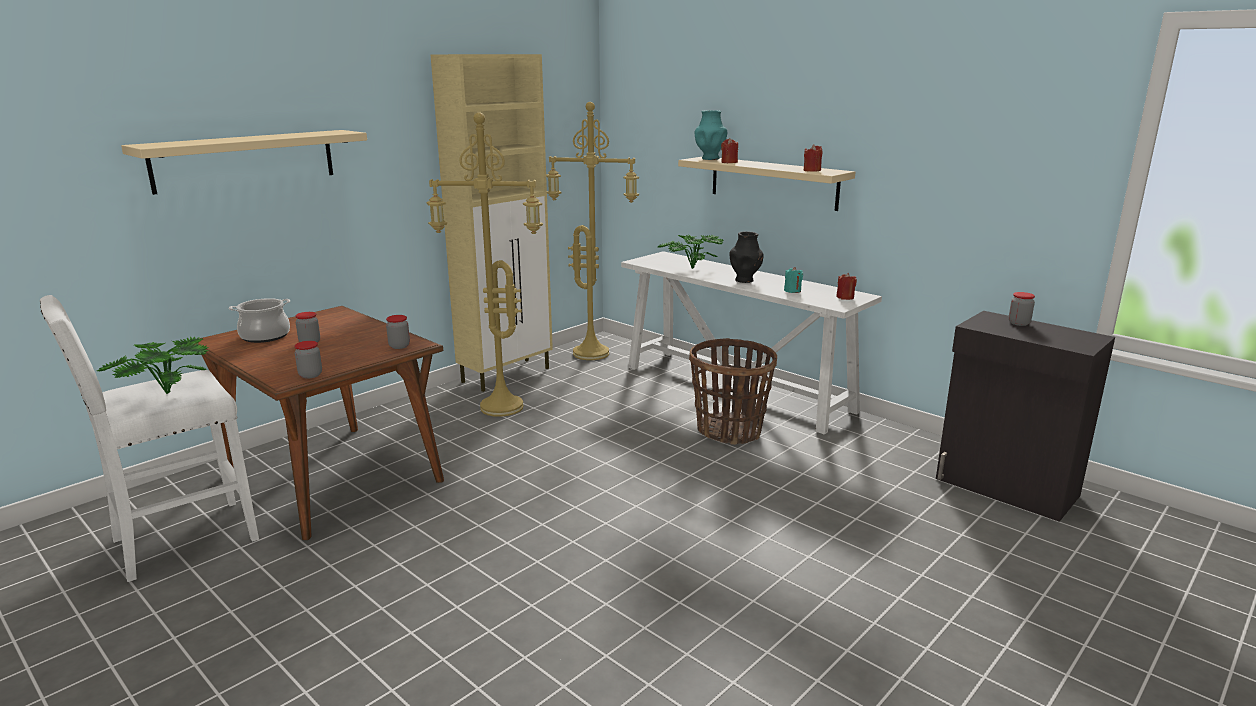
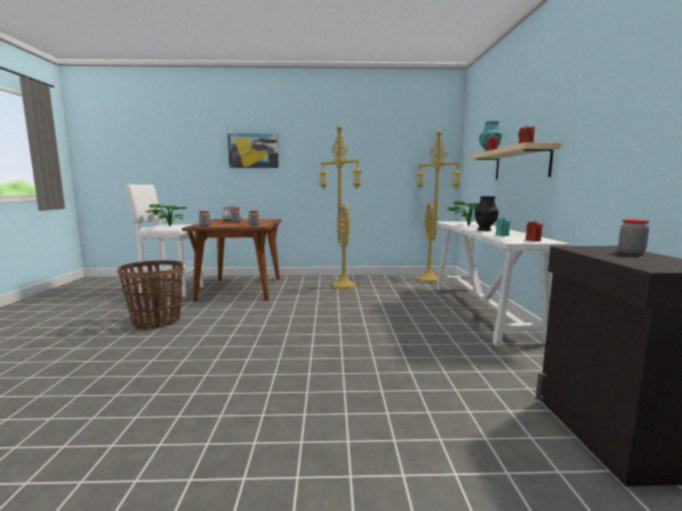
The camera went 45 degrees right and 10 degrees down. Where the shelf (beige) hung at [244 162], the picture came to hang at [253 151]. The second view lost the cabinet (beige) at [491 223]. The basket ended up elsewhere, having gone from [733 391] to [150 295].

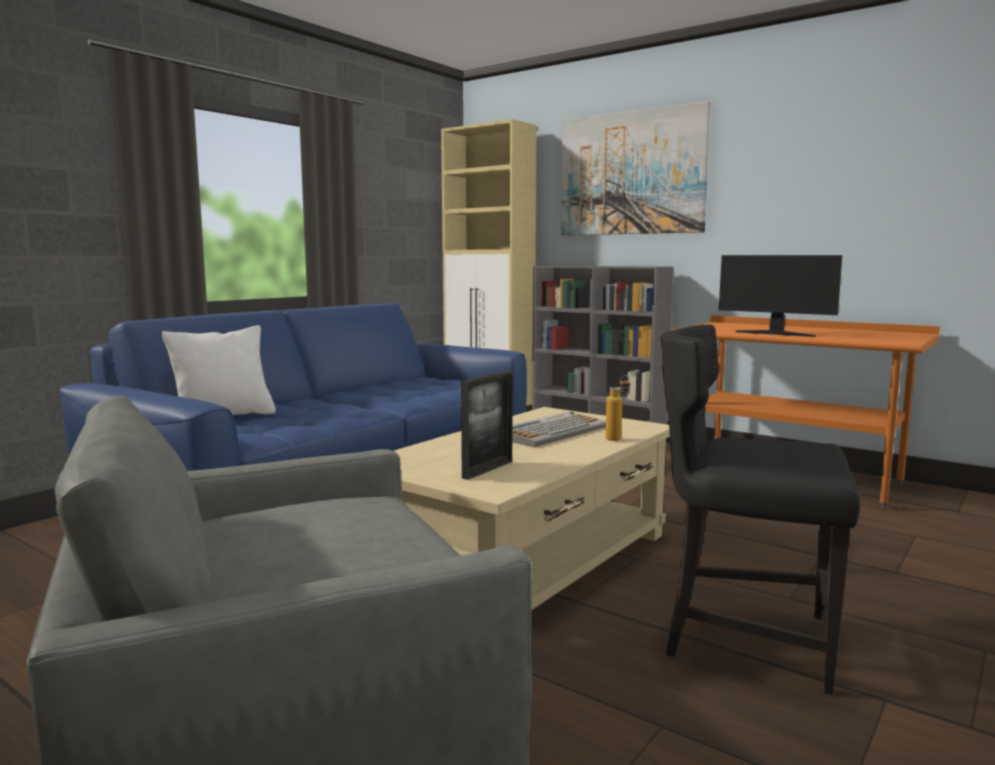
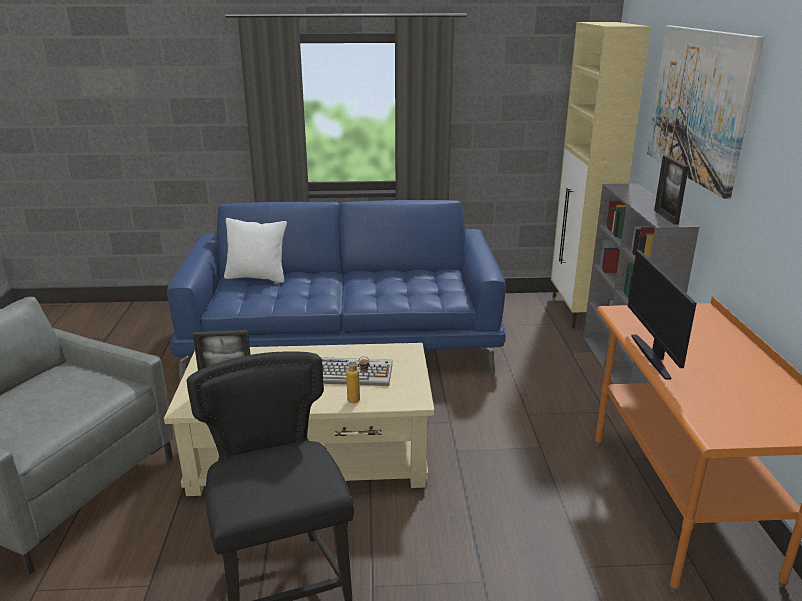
The camera went 50 degrees right and 15 degrees up. The second view gained the picture frame at [671 190].

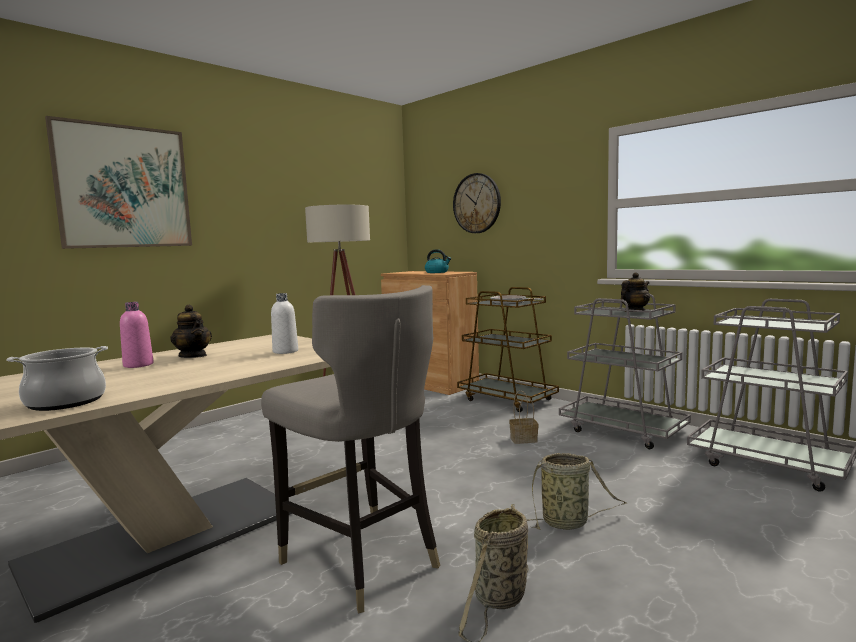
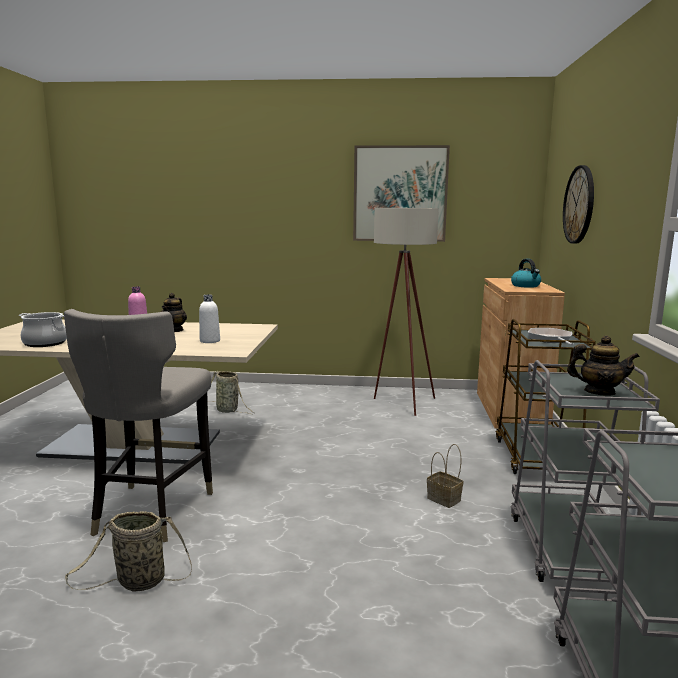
The camera went 50 degrees right and 5 degrees up. The picture ended up elsewhere, having gone from [118 182] to [401 193]. The basket ended up elsewhere, having gone from [577 491] to [231 392].

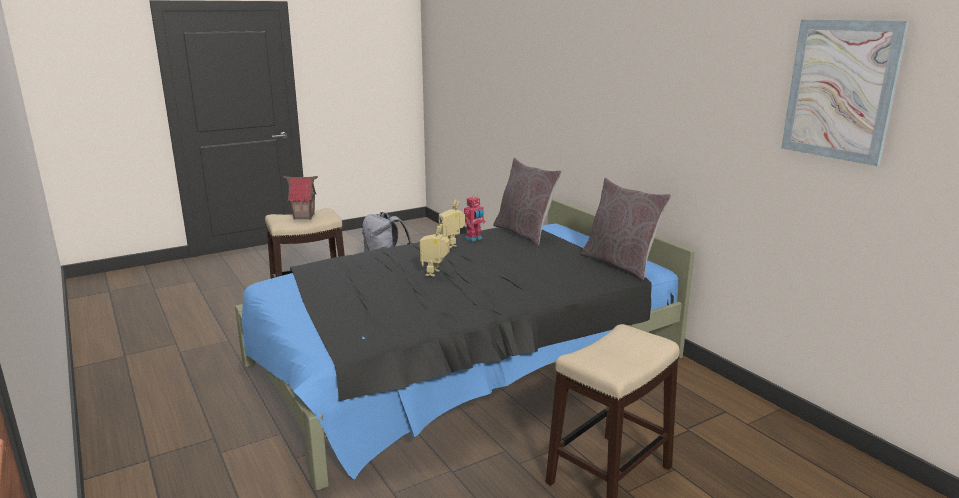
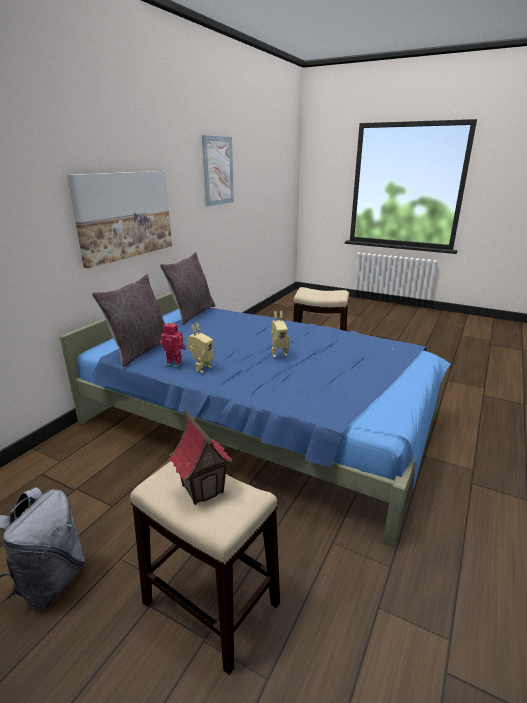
The camera went 120 degrees left and 5 degrees up. What was the bed (black) at [465 344] turned into the bed (blue) at [255 419]. The second view gained the picture at [119 219].

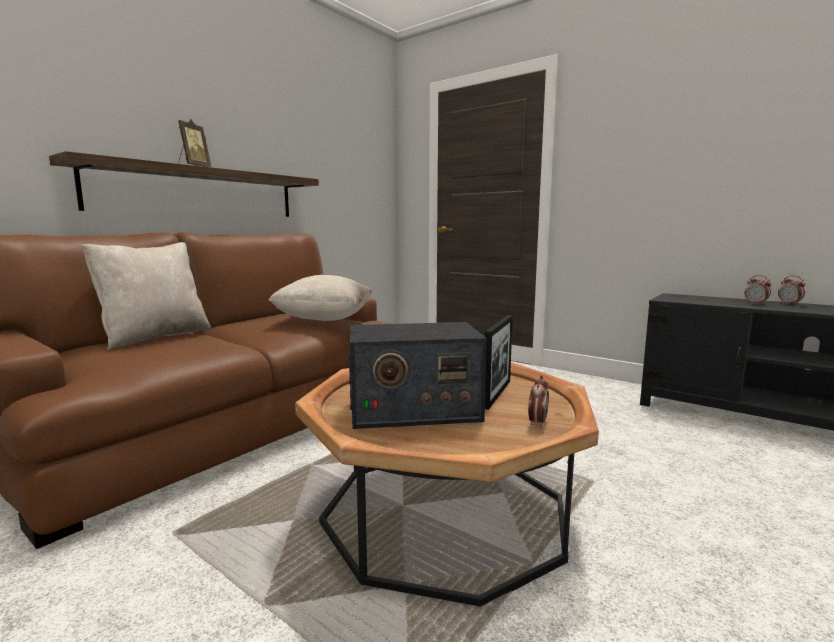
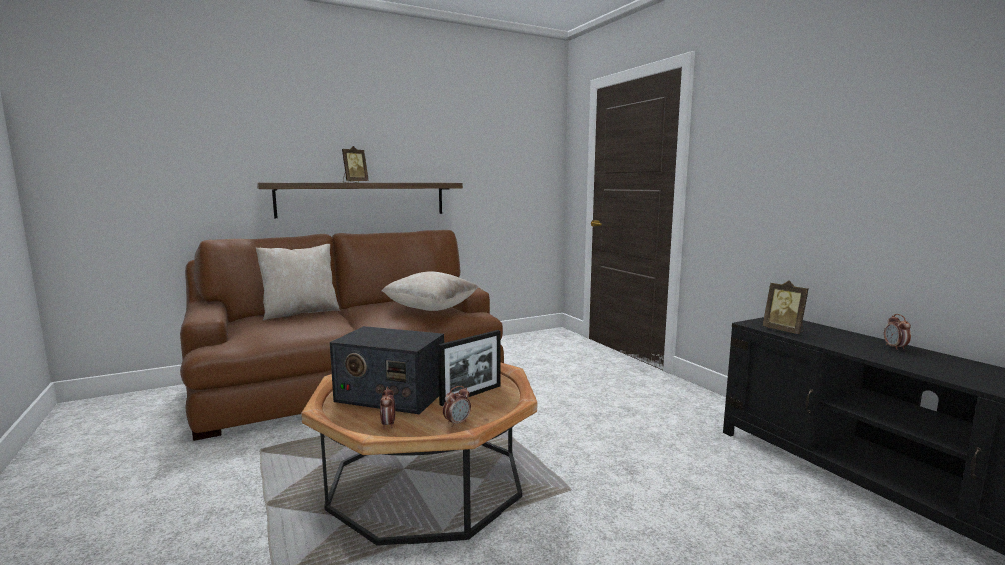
The camera went 25 degrees right and 0 degrees up. The alarm clock ended up elsewhere, having gone from [758 290] to [387 407]. The second view gained the picture frame at [785 307].

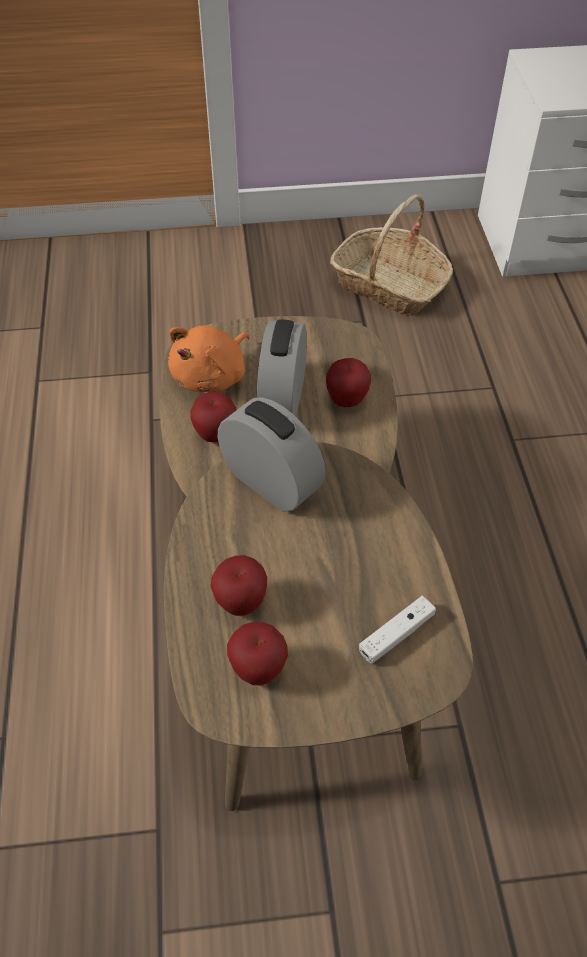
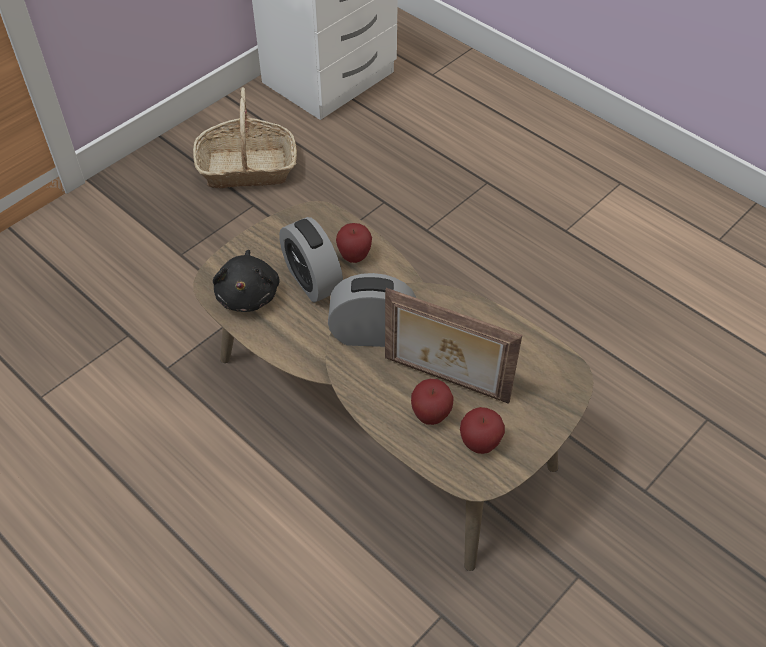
The camera went 40 degrees left and 0 degrees up. What was the plush toy (orange) at [209 358] turned into the plush toy (black) at [246 281]. The second view lost the apple at [213 416]. The second view lost the game controller (white) at [397 630]. The second view gained the picture frame at [453 346].

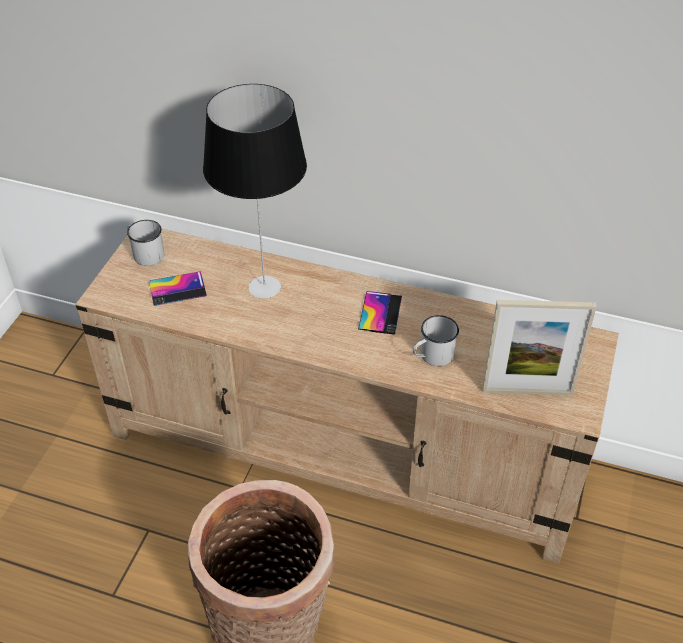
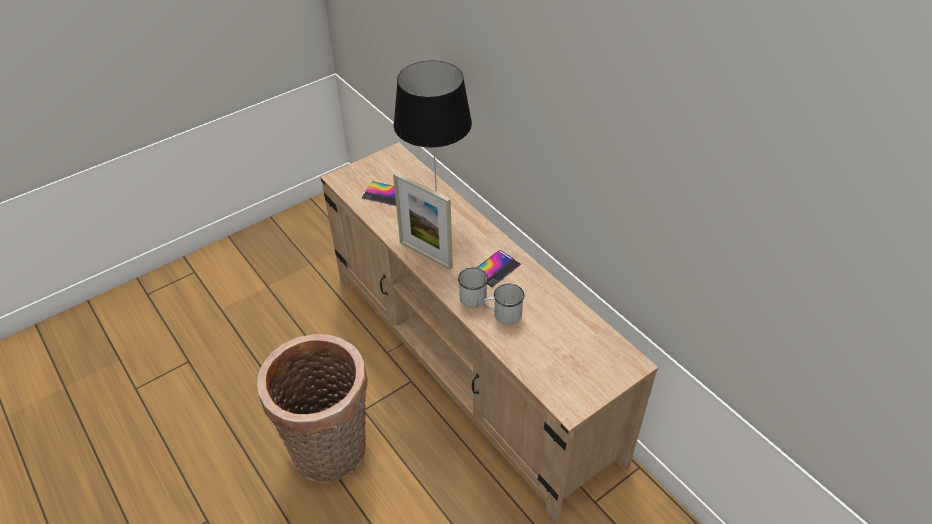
The camera went 35 degrees right and 0 degrees up. The mug (white) ended up elsewhere, having gone from [145 243] to [473 287]. The picture frame ended up elsewhere, having gone from [540 347] to [423 221].

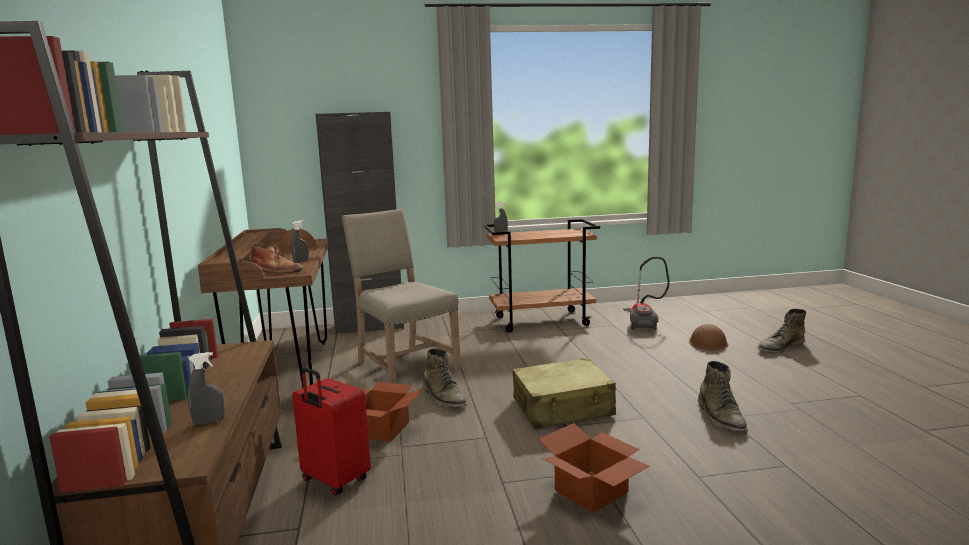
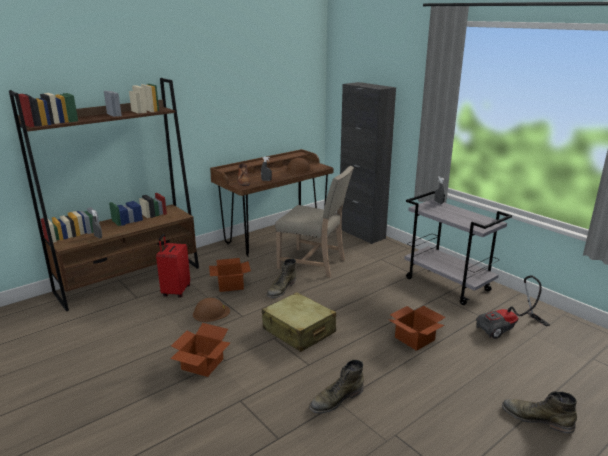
The camera went 60 degrees right and 10 degrees up. The chair (beige) at [401 296] ended up facing another way, 90 degrees clockwise from before. What was the cart (brown) at [542 276] turned into the cart (grey) at [458 248]. The hard hat (brown) ended up elsewhere, having gone from [708 337] to [211 310]. The second view gained the cardboard box at [417 328].

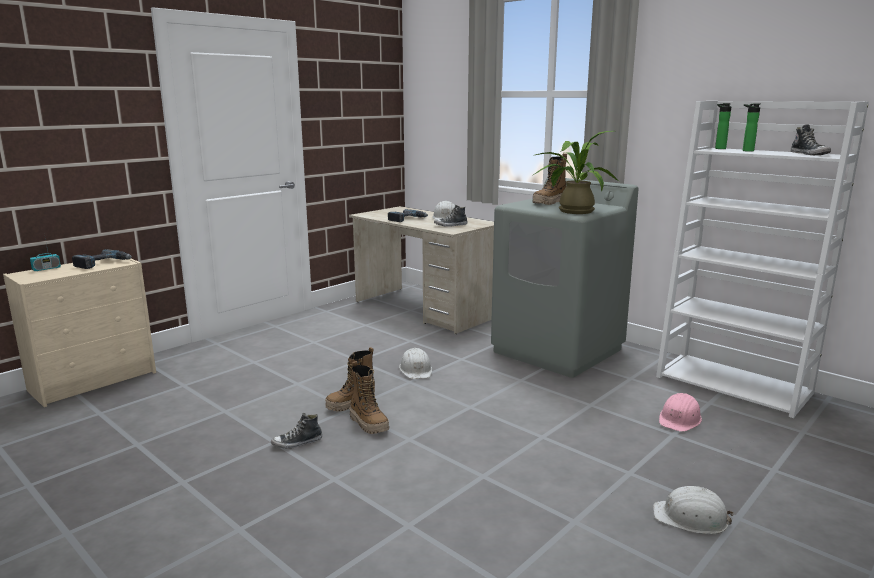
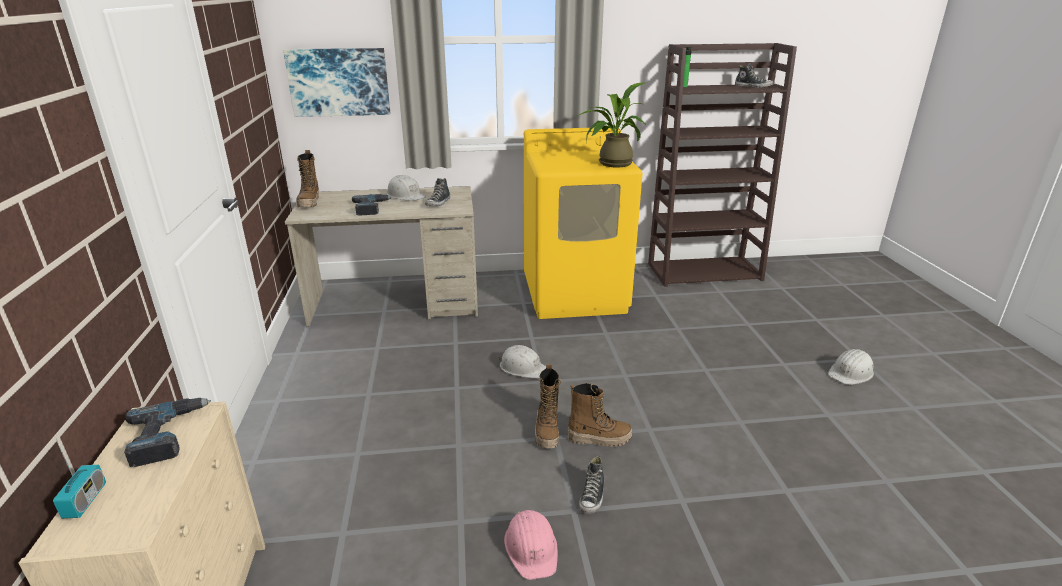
The camera went 50 degrees left and 10 degrees up. What was the washing machine (grey) at [564 278] turned into the washing machine (yellow) at [583 223]. The boot ended up elsewhere, having gone from [550 179] to [307 178]. What was the bookcase (white) at [762 259] turned into the bookcase (brown) at [722 165]. The hard hat (pink) ended up elsewhere, having gone from [680 412] to [531 545]. The second view lost the bottle at [751 128]. The second view gained the picture at [336 82].

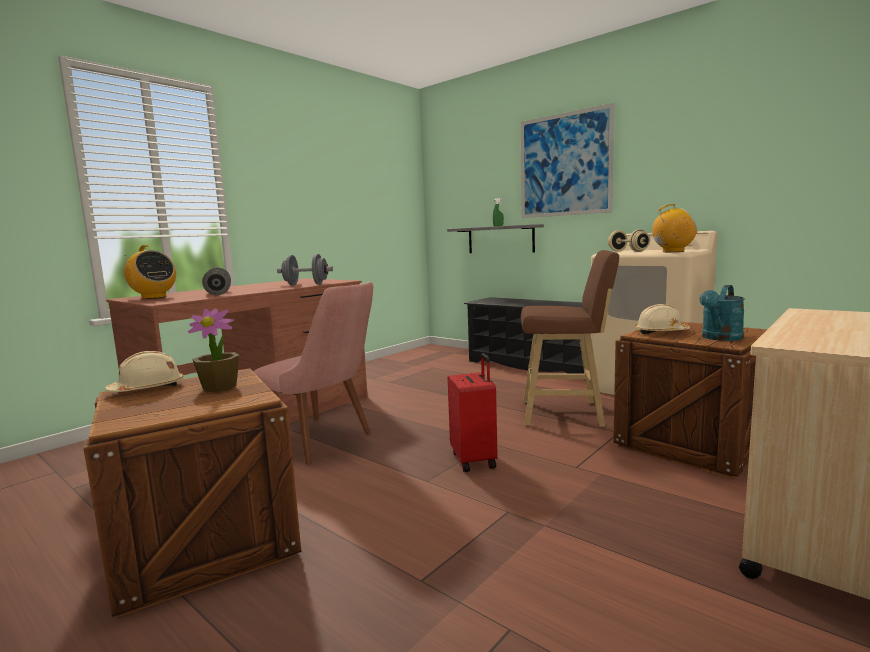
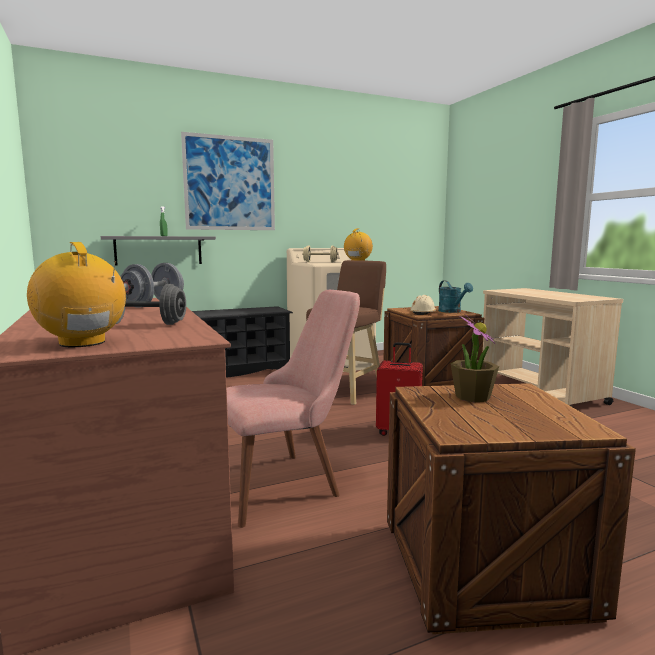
The camera went 65 degrees left and 0 degrees up. The second view lost the hard hat (beige) at [144 371]. The radio at [150 272] ended up facing another way, 105 degrees counterclockwise from before.

